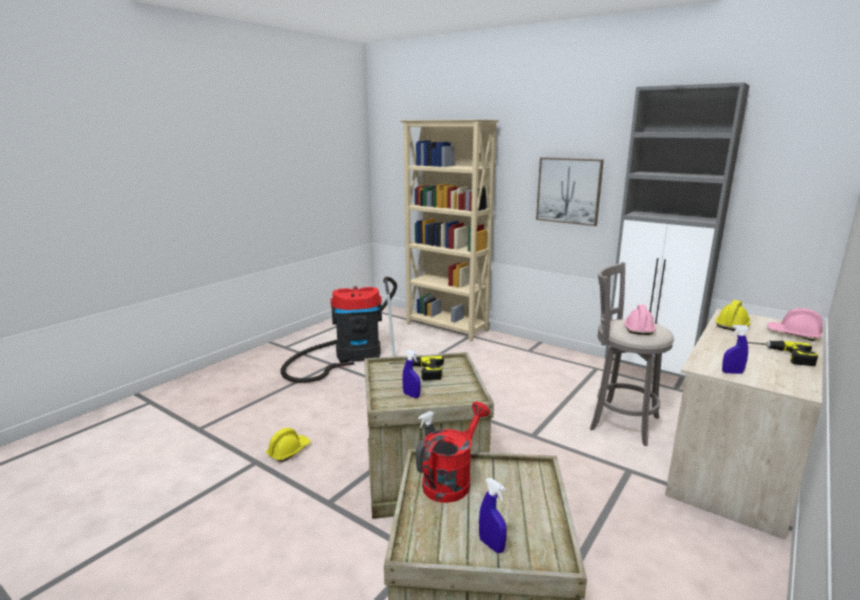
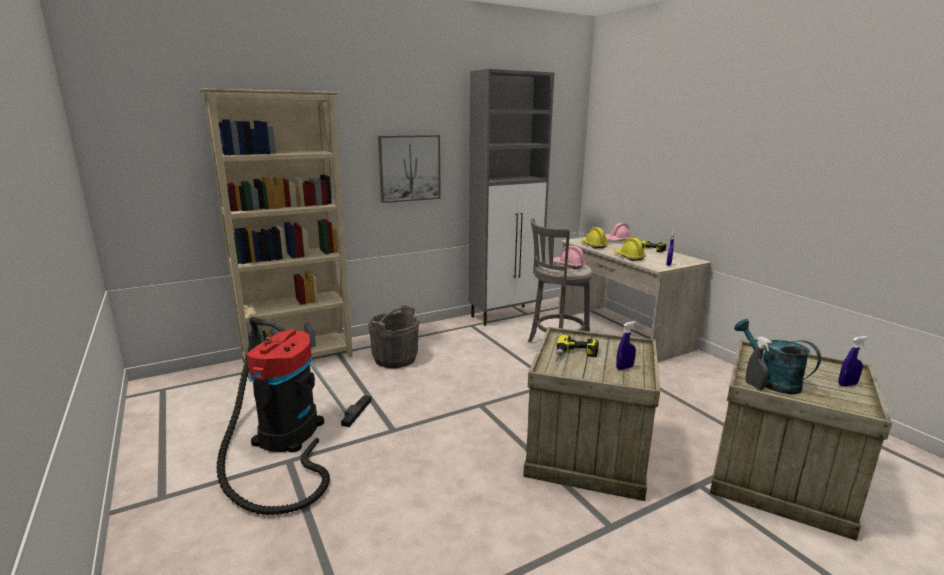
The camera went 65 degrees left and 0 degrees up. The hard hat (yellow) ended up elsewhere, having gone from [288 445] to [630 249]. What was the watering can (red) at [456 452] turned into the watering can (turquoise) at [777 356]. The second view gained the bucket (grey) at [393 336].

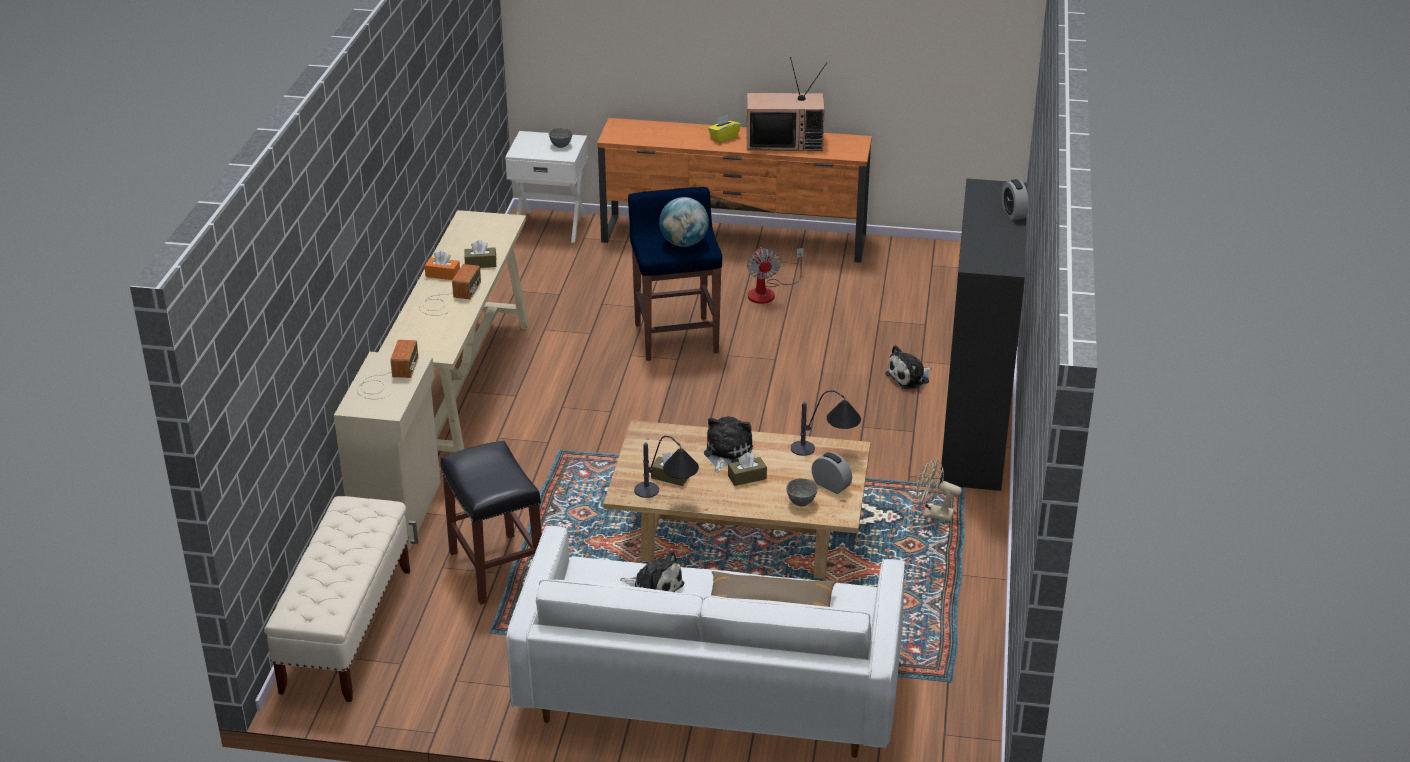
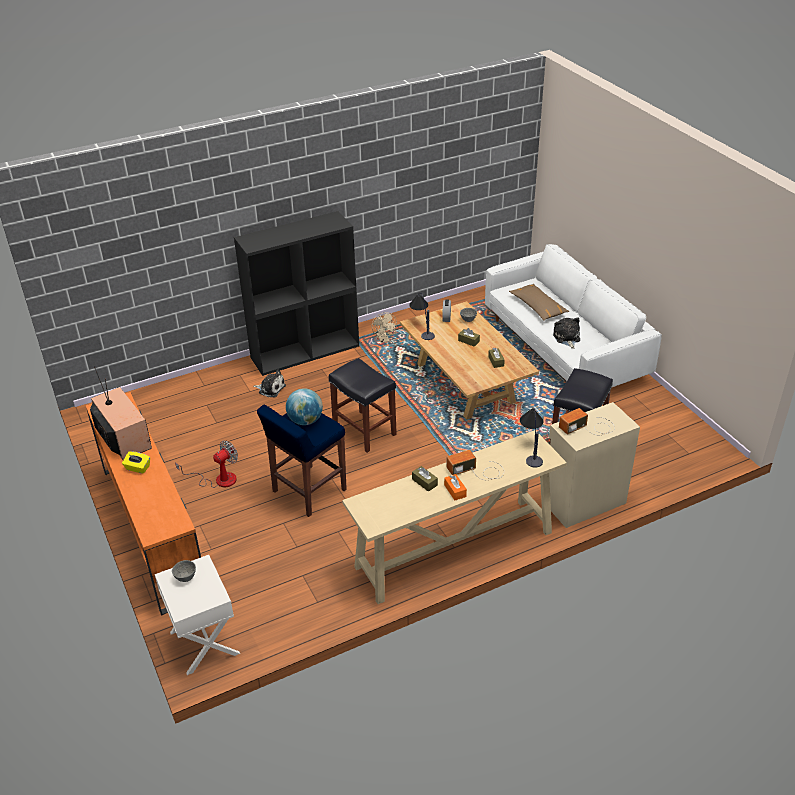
The camera went 125 degrees left and 5 degrees up. The second view lost the bench (beige) at [337 599]. The table lamp ended up elsewhere, having gone from [666 467] to [531 437]. The second view lost the plush toy at [728 444]. The second view lost the alarm clock at [1015 199]. The second view gained the stool (black) at [363 405].

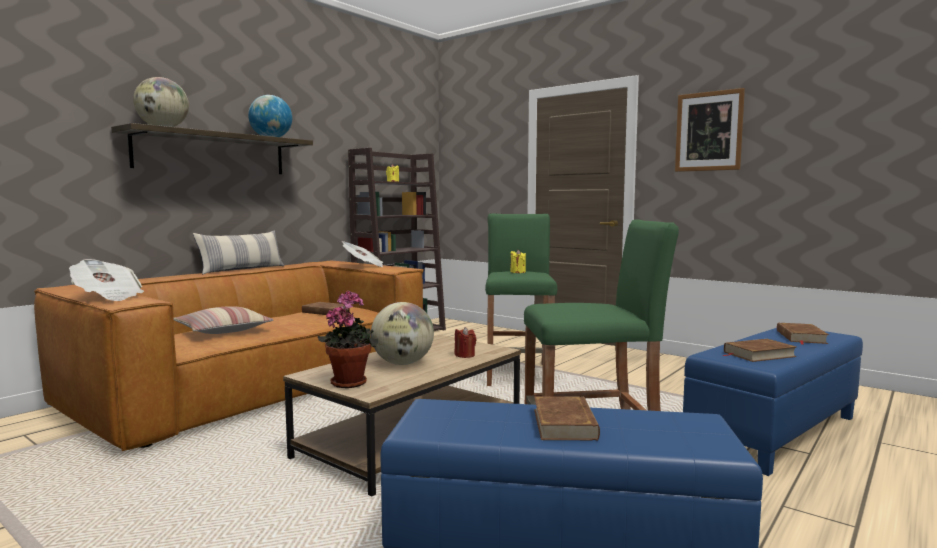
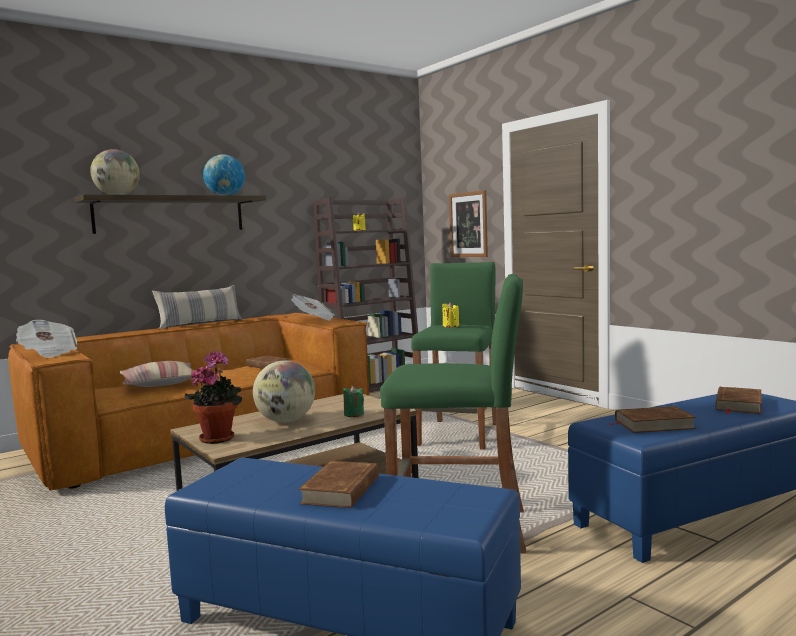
The camera went 15 degrees right and 0 degrees up. What was the candle (red) at [465 342] turned into the candle (green) at [353 401]. The picture ended up elsewhere, having gone from [710 130] to [468 223].

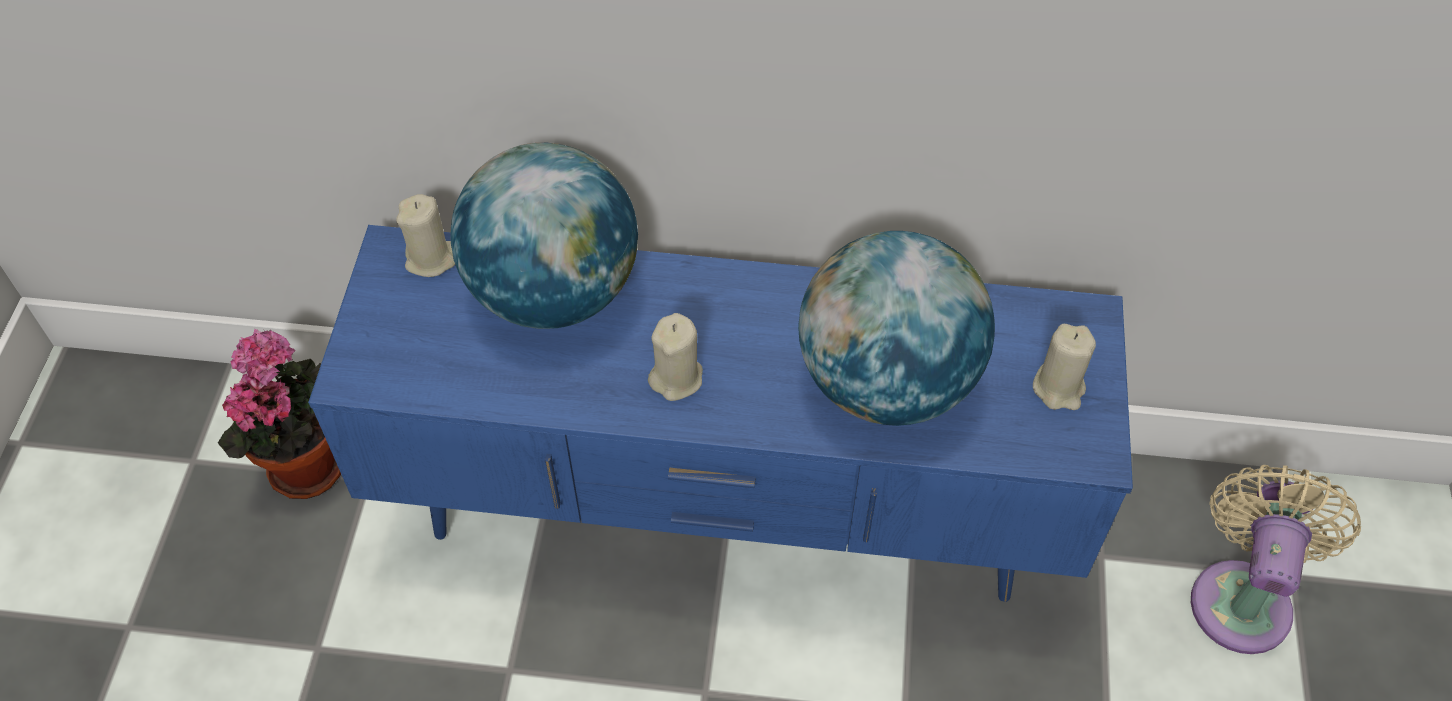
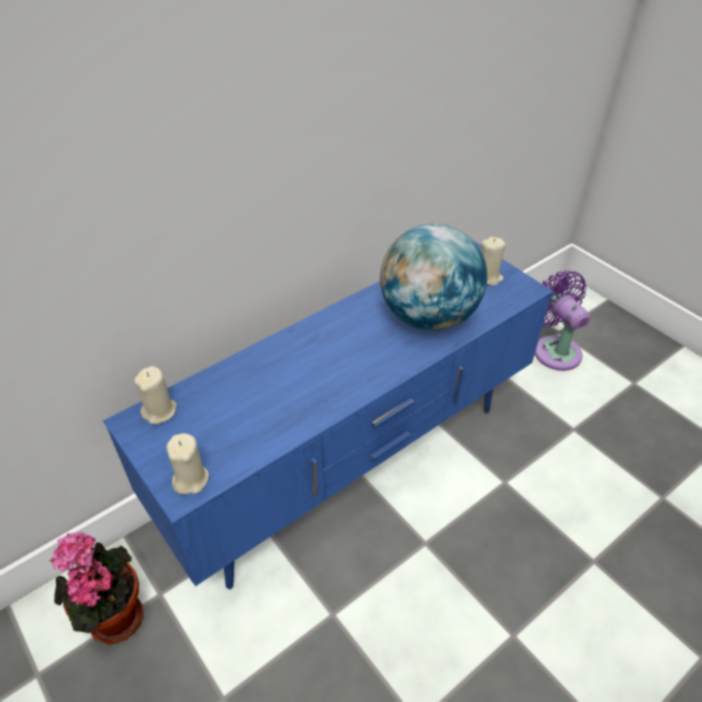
The camera went 45 degrees left and 10 degrees down. The second view lost the globe at [544 236]. The candle (beige) ended up elsewhere, having gone from [675 357] to [187 464]. What was the fan (beige) at [1276 559] turned into the fan (purple) at [562 320].

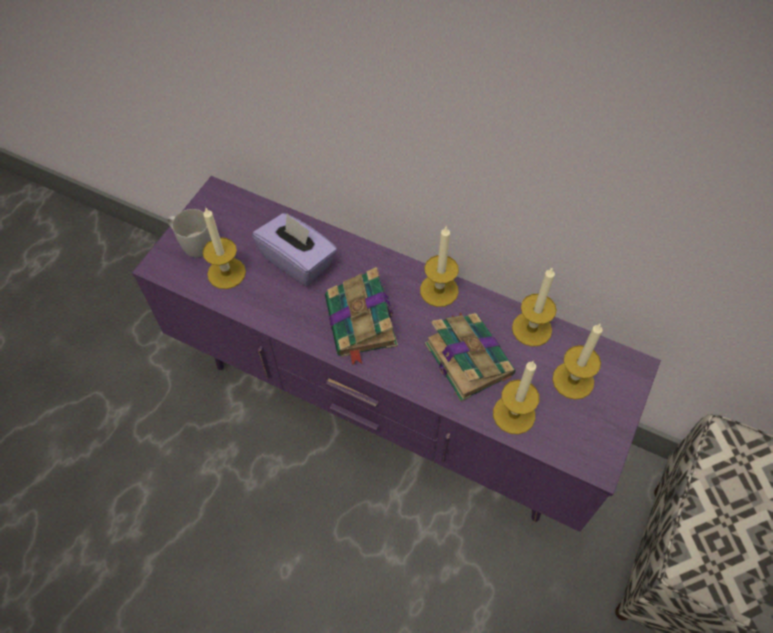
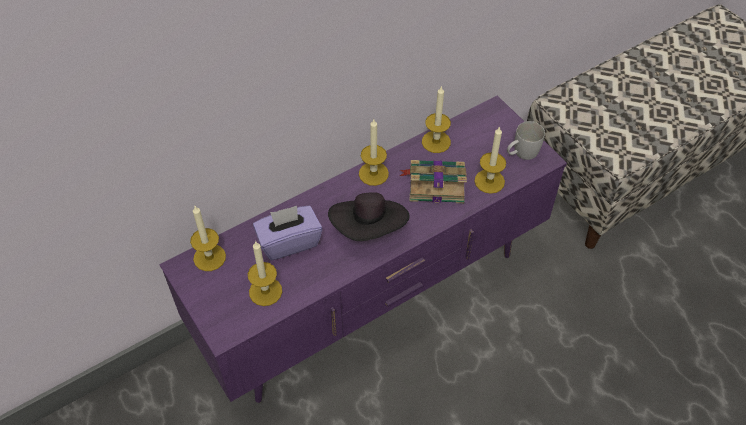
The camera went 60 degrees left and 5 degrees down. The mug (white) ended up elsewhere, having gone from [189 233] to [526 140]. Where the book stood at [361 316], the hat (black) came to stand at [369 216]. The candle ended up elsewhere, having gone from [577 361] to [208 238].

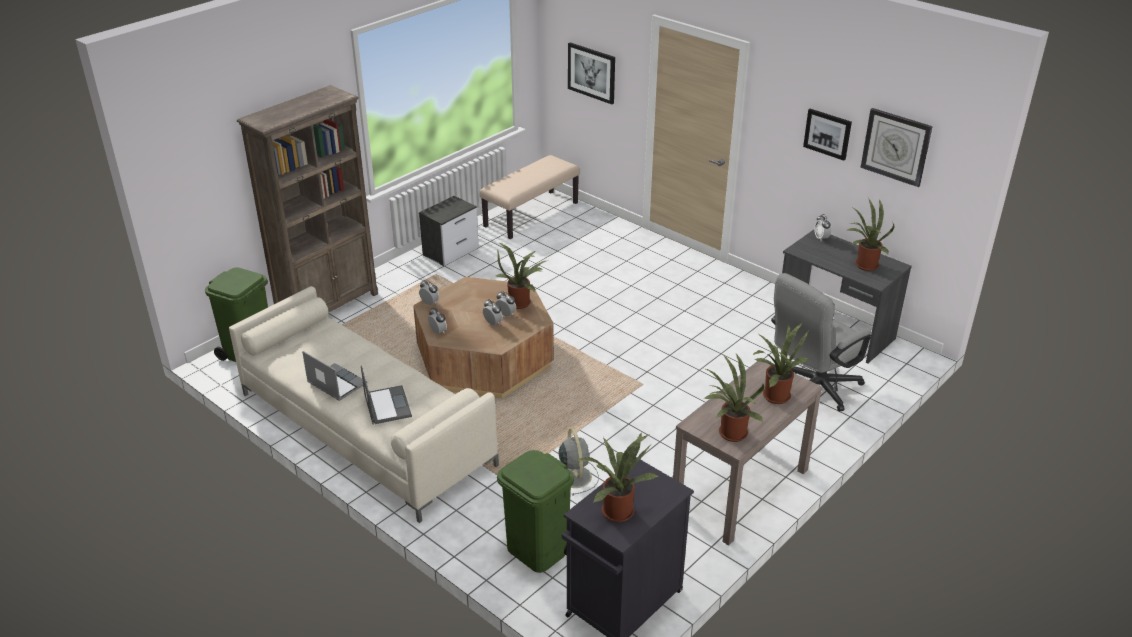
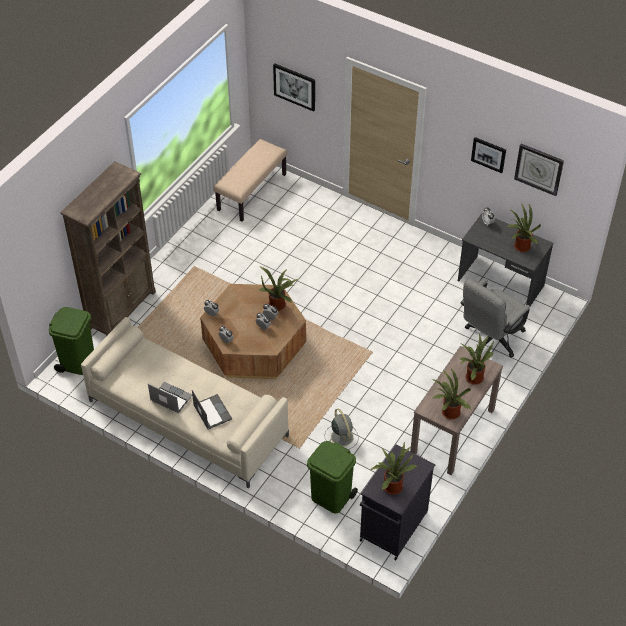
The camera went 10 degrees left and 15 degrees up. The second view lost the nightstand at [449 231].

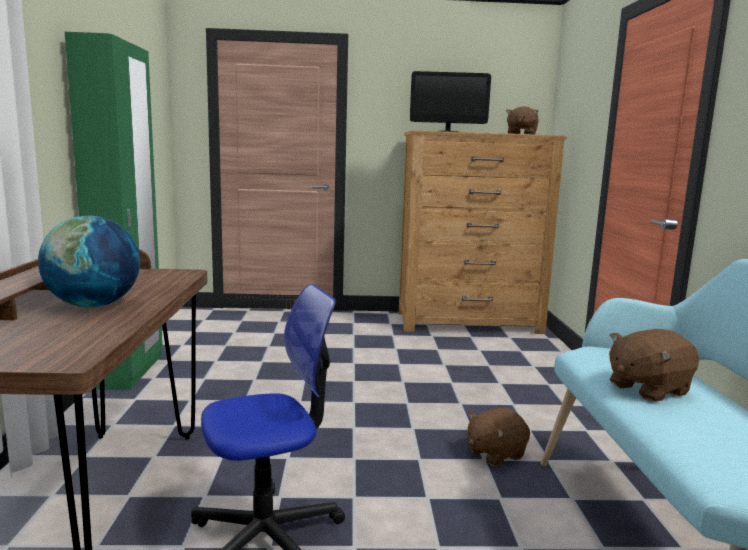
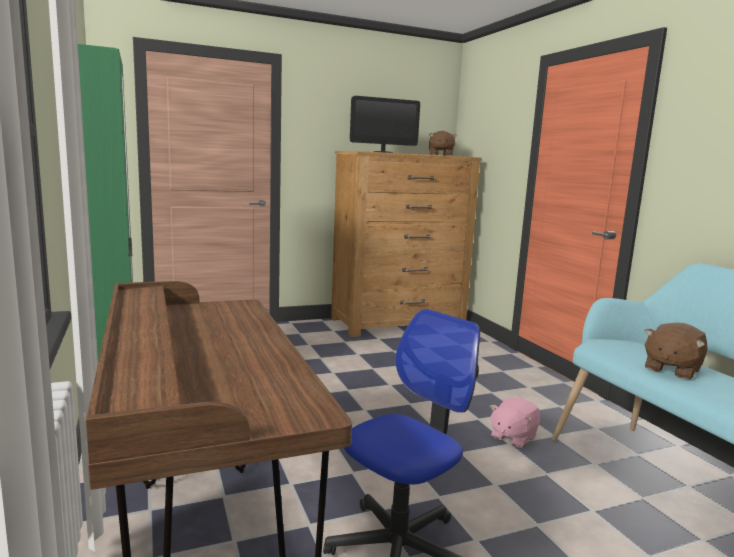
The camera went 20 degrees left and 0 degrees up. The second view lost the globe at [89 261]. What was the plush toy (brown) at [498 437] turned into the plush toy (pink) at [515 423].

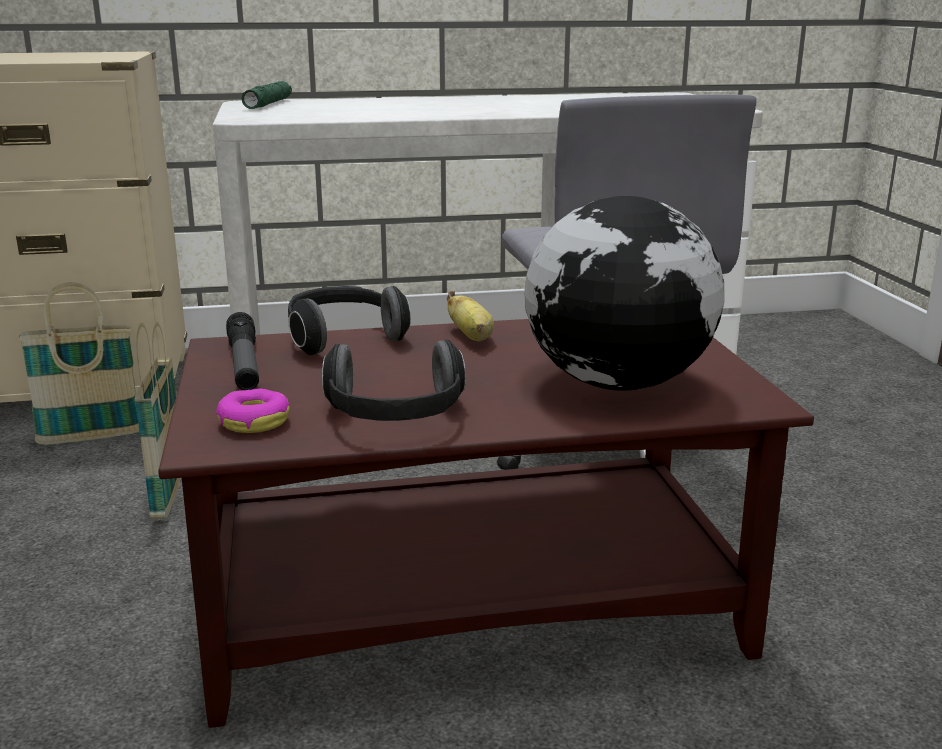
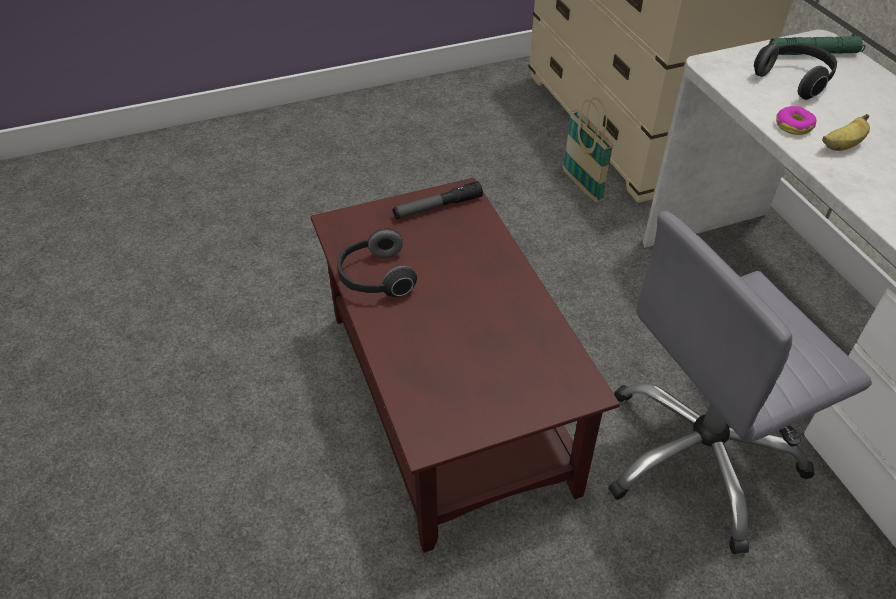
The camera went 80 degrees right and 25 degrees up. The second view lost the basket at [158 420]. The donut ended up elsewhere, having gone from [253 410] to [796 120]. The headphones ended up elsewhere, having gone from [349 320] to [795 71]. The banana ended up elsewhere, having gone from [470 316] to [846 132]. The second view lost the globe at [624 293].

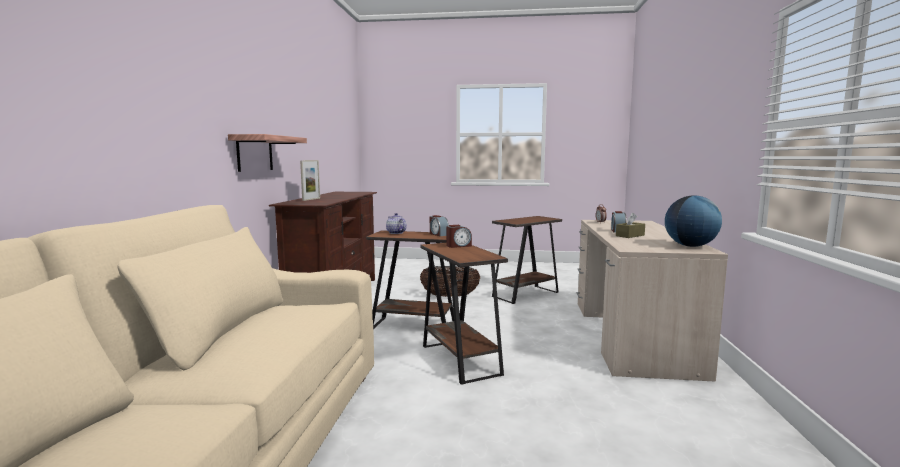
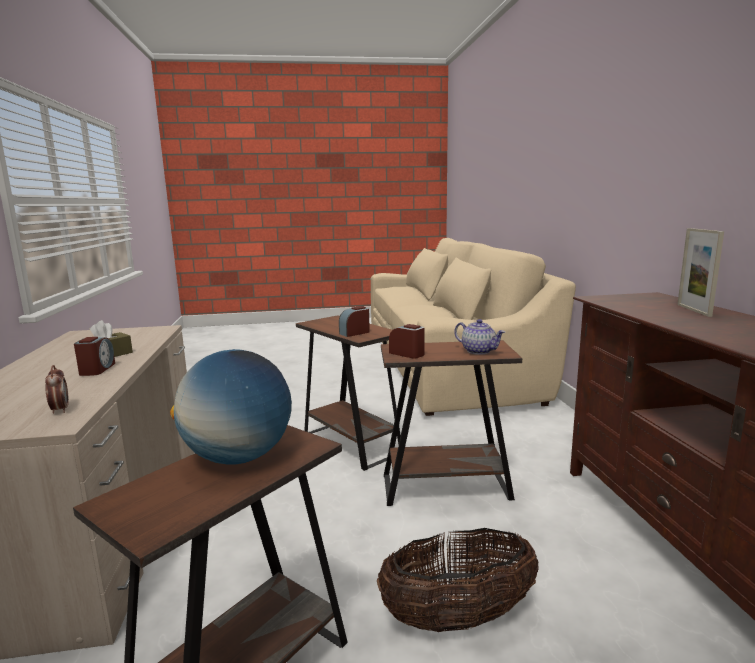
The camera went 165 degrees right and 5 degrees up. The second view lost the shelf at [267 153]. The globe ended up elsewhere, having gone from [693 221] to [231 407].

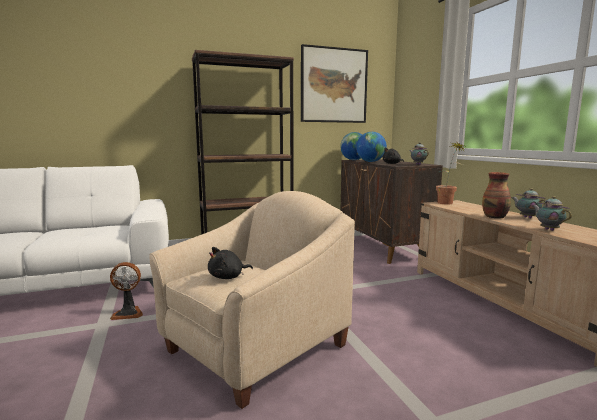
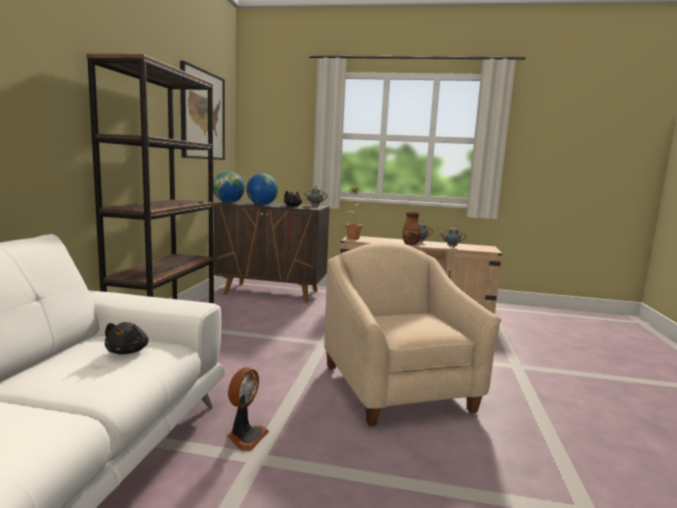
The camera went 60 degrees left and 0 degrees up. The plush toy (black) ended up elsewhere, having gone from [230 263] to [127 338].

